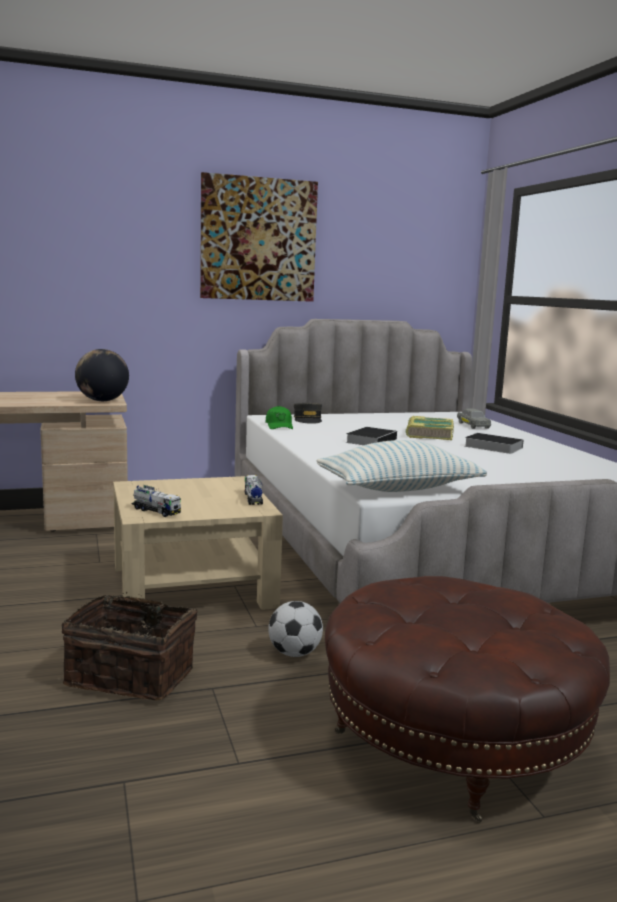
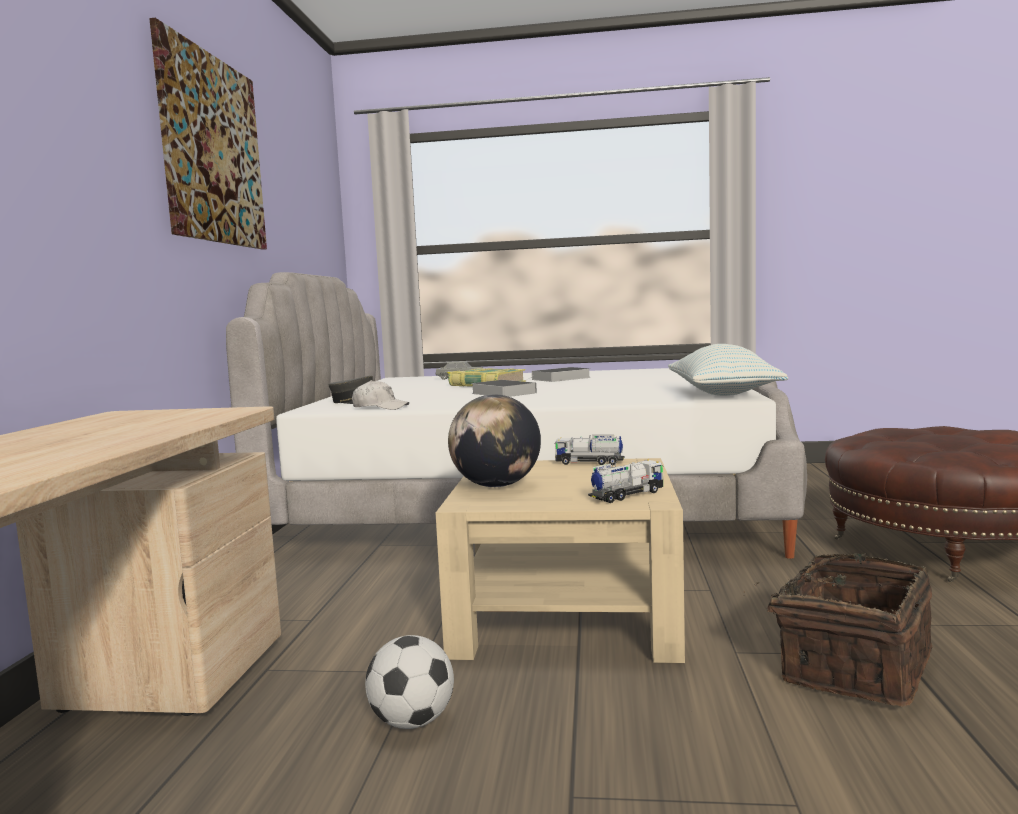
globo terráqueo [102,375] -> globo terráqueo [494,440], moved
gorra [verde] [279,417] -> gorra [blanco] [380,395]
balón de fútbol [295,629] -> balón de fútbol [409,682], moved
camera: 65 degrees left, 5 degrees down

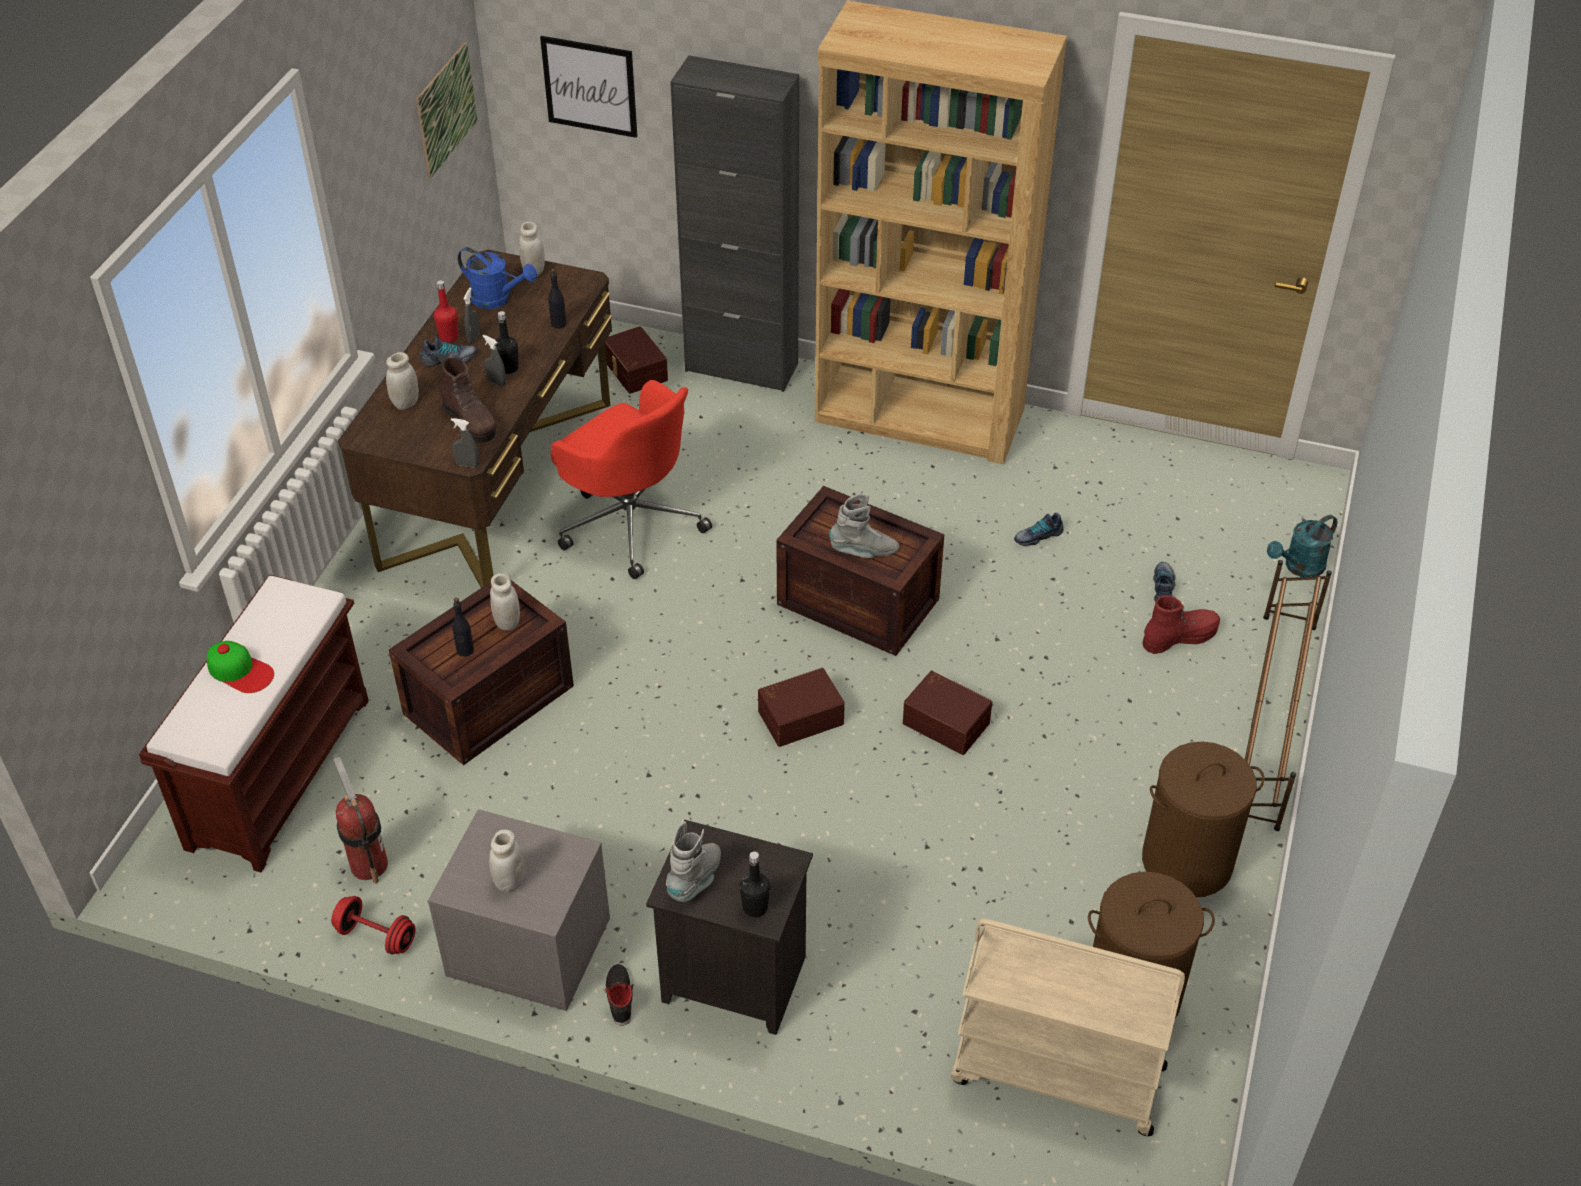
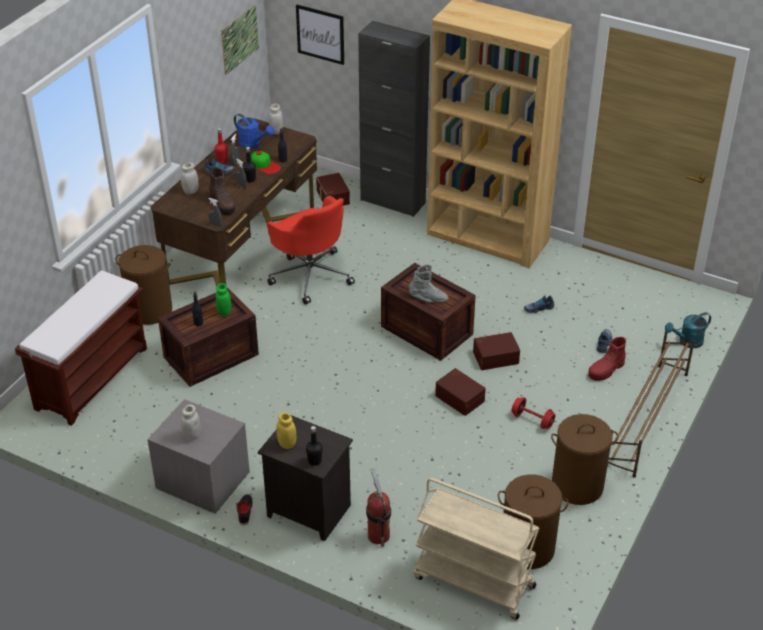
tarro [blanco] [505,602] -> tarro [verde] [223,299]
bota [rojo] [1181,625] -> bota [rojo] [607,359], 150 degrees clockwise
gorra [240,667] -> gorra [266,162], moved
caja de almacenaje [marrón] [801,707] -> caja de almacenaje [marrón] [496,351], moved
extintor [360,820] -> extintor [378,507], moved
bota [gris] [693,861] -> tarro [amarillo] [286,430]
mancuerna [rojo] [373,925] -> mancuerna [rojo] [533,413], moved
none -> cesto de la ropa [marrón] [143,285]
camera: 10 degrees right, 5 degrees down

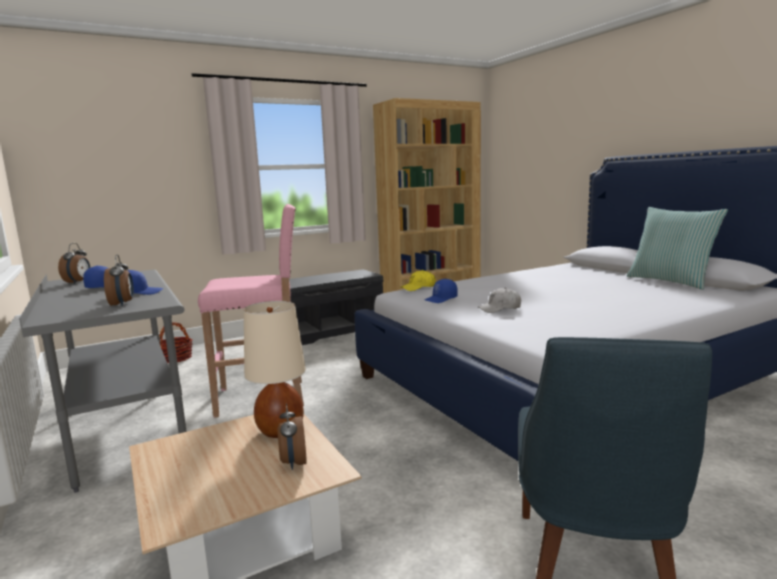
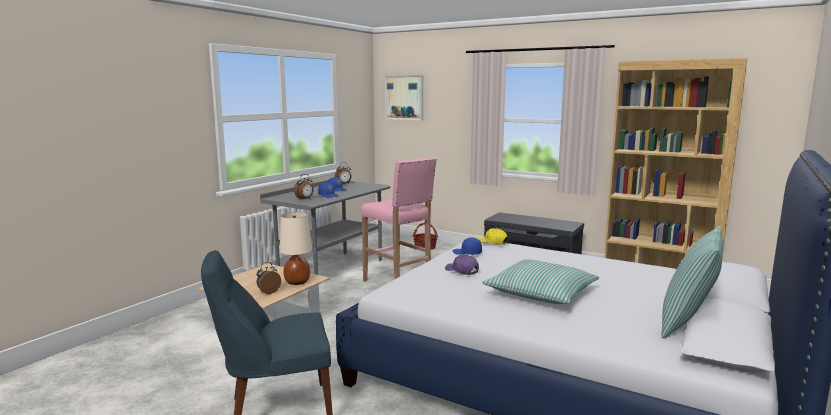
gorra [blanco] [499,300] -> gorra [morado] [462,265]
none -> cuadro [404,97]
none -> cojín [540,281]
camera: 60 degrees right, 0 degrees up

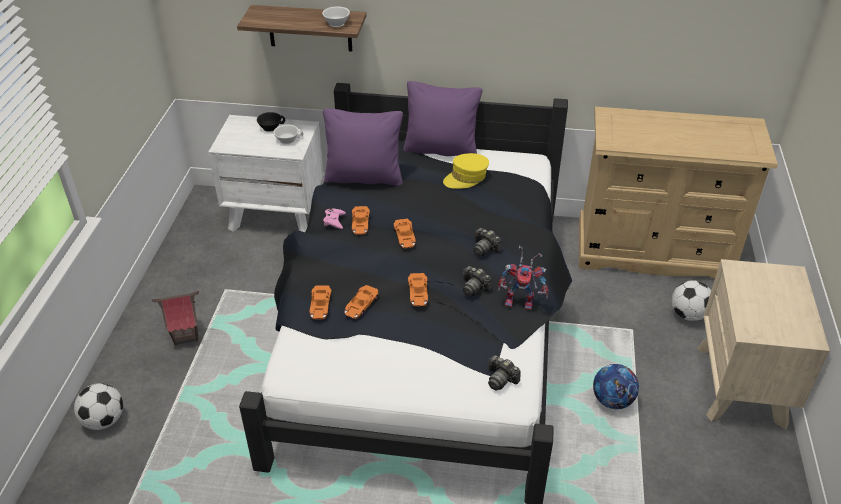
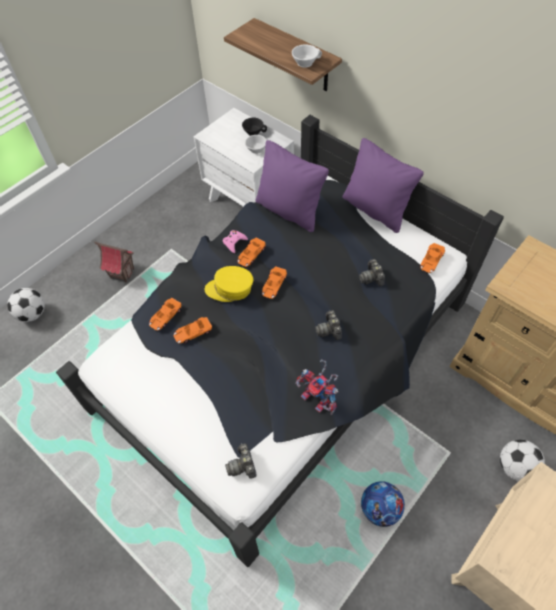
gorra [amarillo] [466,171] -> gorra [amarillo] [229,284], moved
cámara [477,281] -> cámara [372,272], moved
coche de juguete [naranja] [418,289] -> coche de juguete [naranja] [433,258], moved
camera: 35 degrees right, 15 degrees up

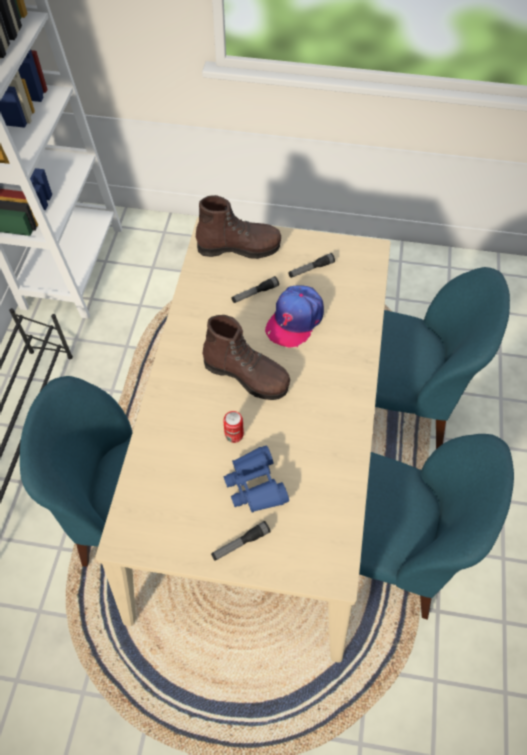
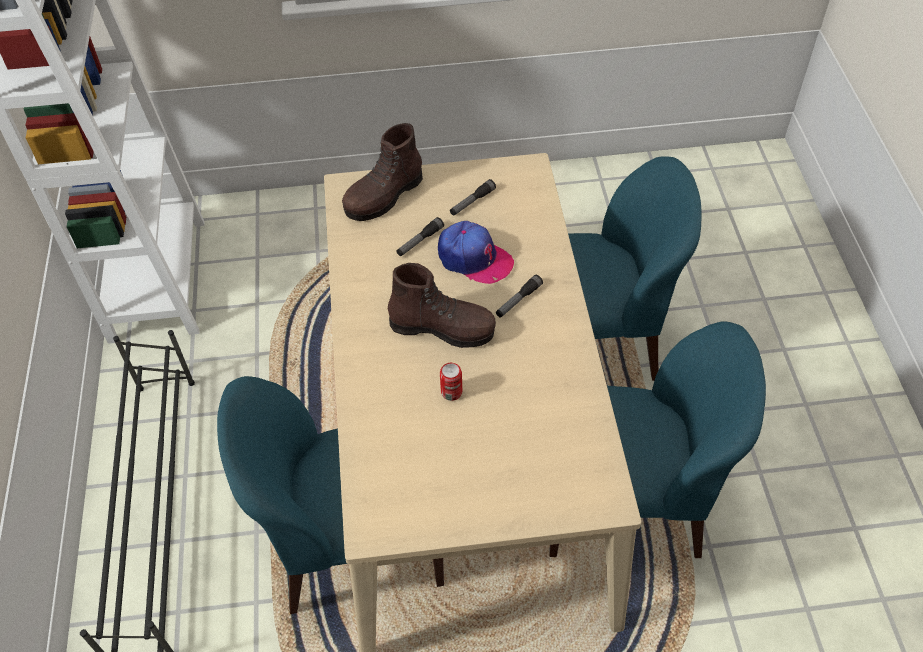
bota [marrón] [238,227] -> bota [marrón] [382,172], 150 degrees clockwise
gorra [294,316] -> gorra [476,252], 75 degrees counterclockwise
prismáticos [azul] [256,479] -> none
linterna [241,541] -> linterna [519,296], moved
camera: 15 degrees left, 5 degrees down

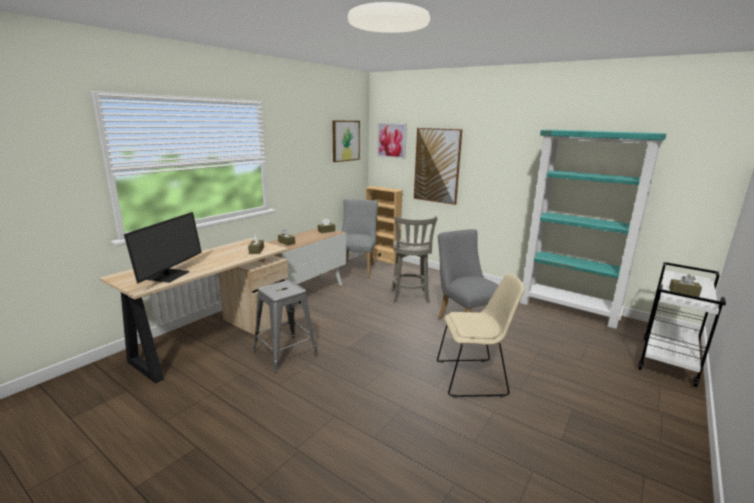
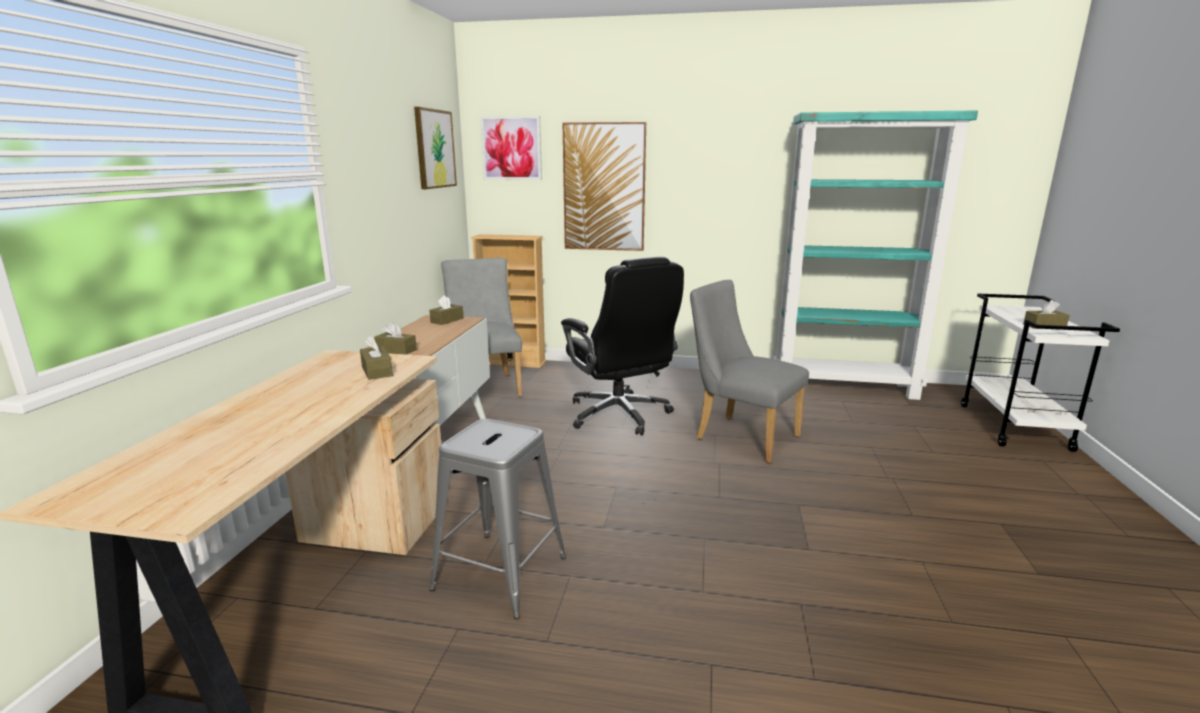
monitor [163,248] -> none
taburete [gris] [414,259] -> silla de oficina [negro] [622,346]
silla [beis] [480,335] -> none
camera: 25 degrees left, 0 degrees up

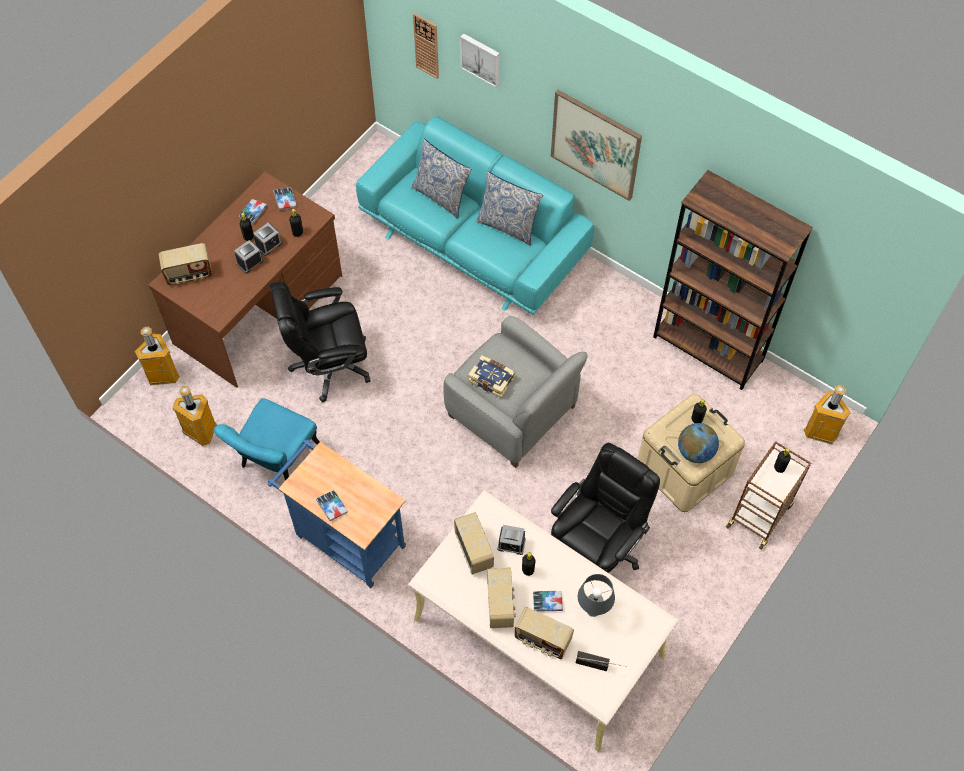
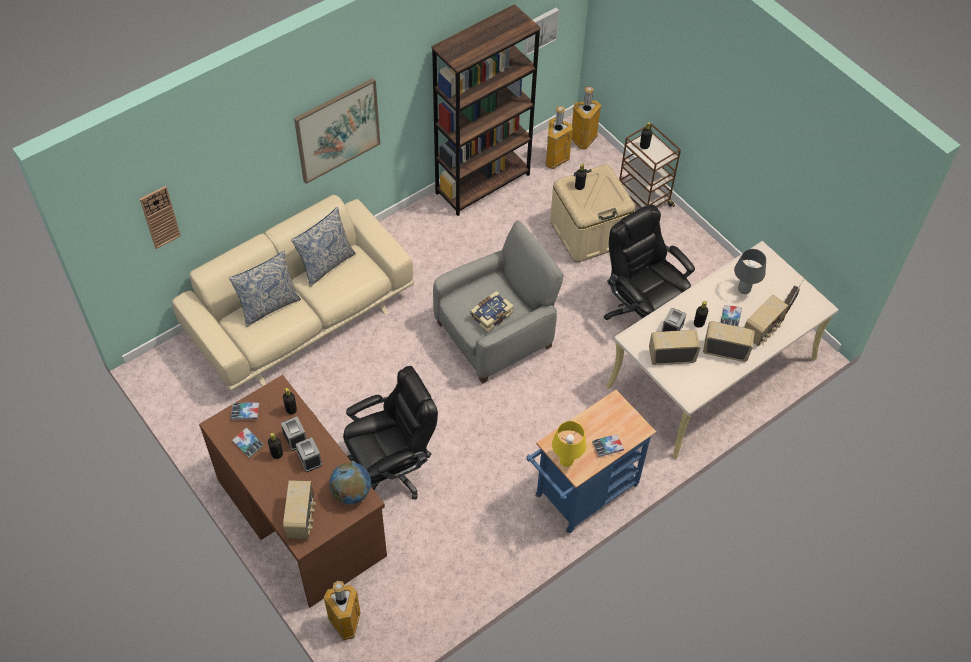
cuadro [480,60] -> cuadro [541,32], moved
sofá [turquesa] [475,215] -> sofá [beis] [293,293]
silla de oficina [negro] [320,342] -> silla de oficina [negro] [390,433], 120 degrees counterclockwise
papelera [194,416] -> papelera [559,137], moved
silla [turquesa] [267,439] -> none
globo terráqueo [698,443] -> globo terráqueo [350,483], moved
none -> lámpara de mesa [amarillo] [569,444]
camera: 75 degrees left, 5 degrees down

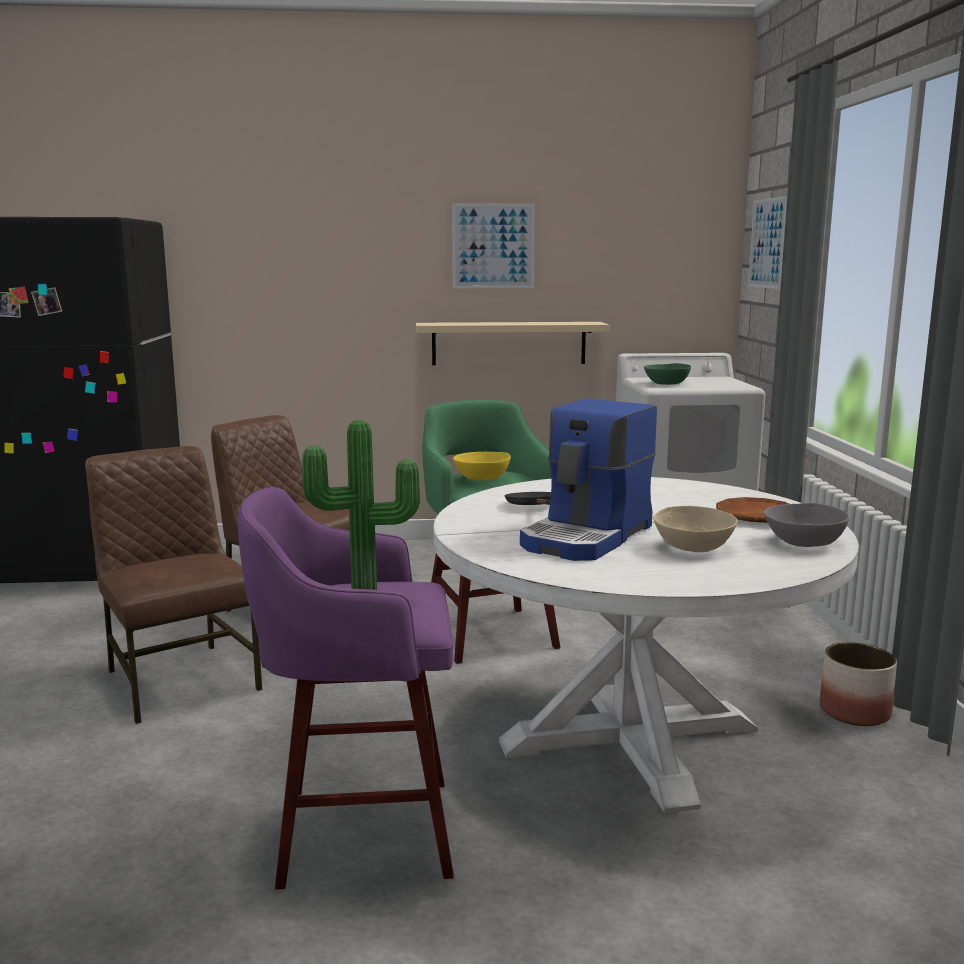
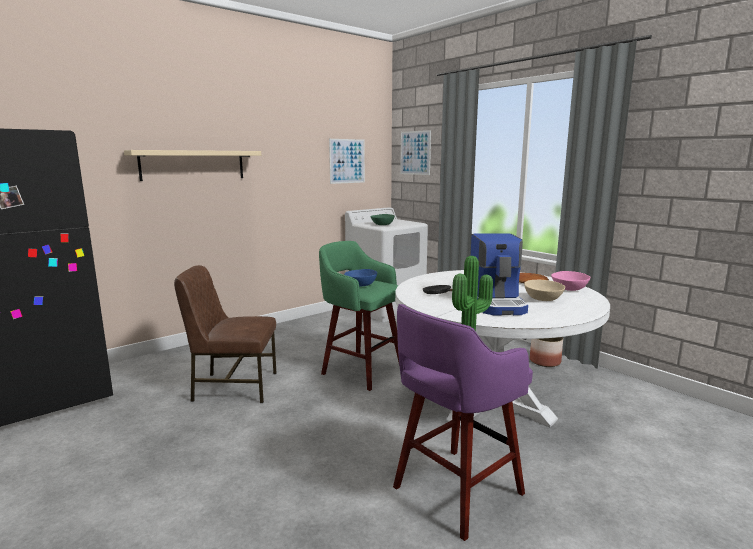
cuadro [493,245] -> cuadro [347,161], moved
estante [beis] [512,343] -> estante [beis] [192,165], moved
silla [marrón] [173,585] -> none
cuenco [amarillo] [482,466] -> cuenco [azul] [360,277]
cuenco [gris] [806,525] -> cuenco [rosa] [570,281]
camera: 35 degrees left, 0 degrees up

